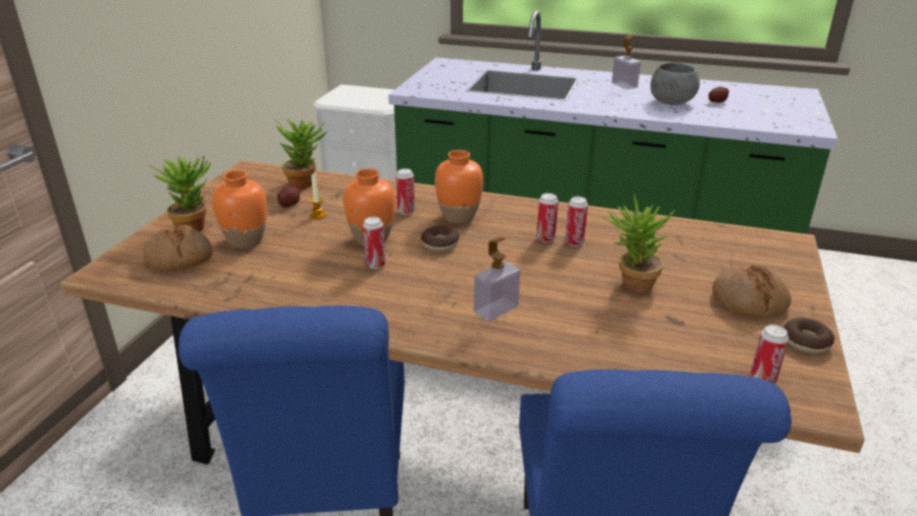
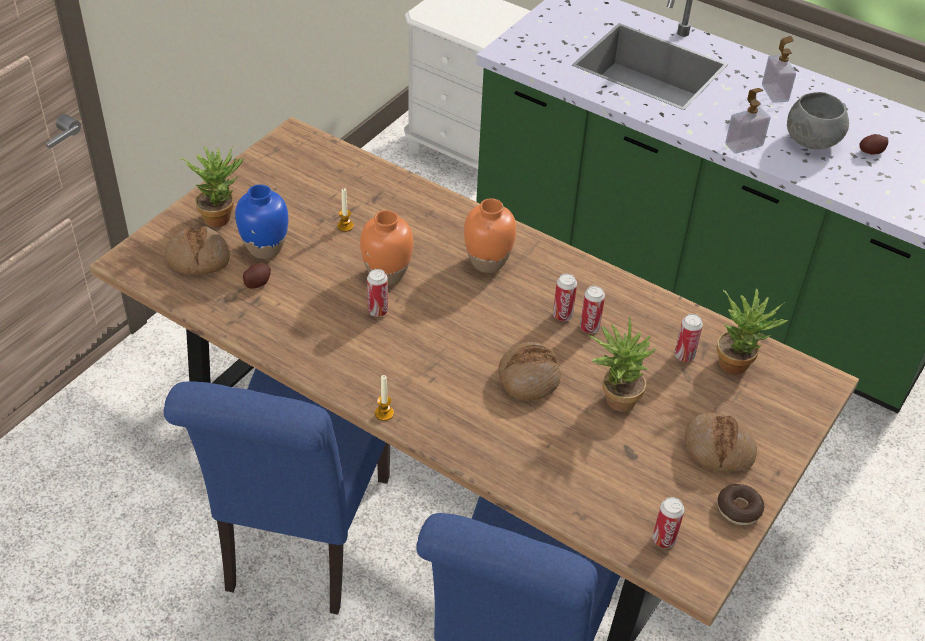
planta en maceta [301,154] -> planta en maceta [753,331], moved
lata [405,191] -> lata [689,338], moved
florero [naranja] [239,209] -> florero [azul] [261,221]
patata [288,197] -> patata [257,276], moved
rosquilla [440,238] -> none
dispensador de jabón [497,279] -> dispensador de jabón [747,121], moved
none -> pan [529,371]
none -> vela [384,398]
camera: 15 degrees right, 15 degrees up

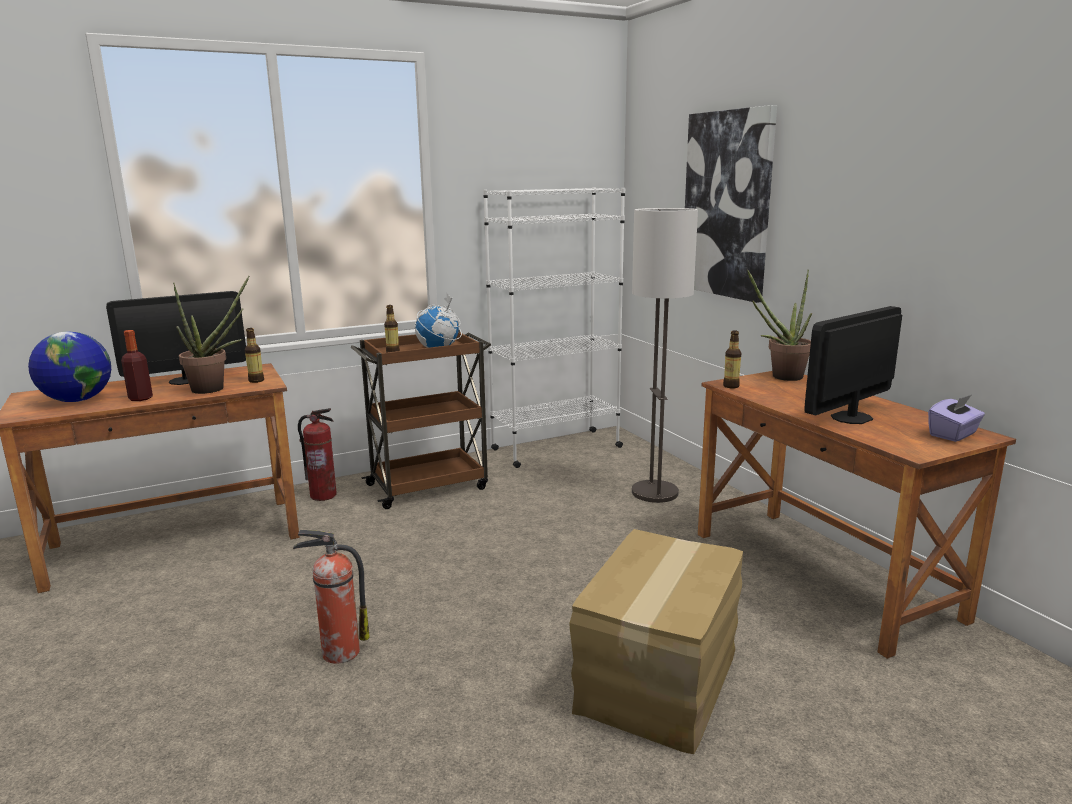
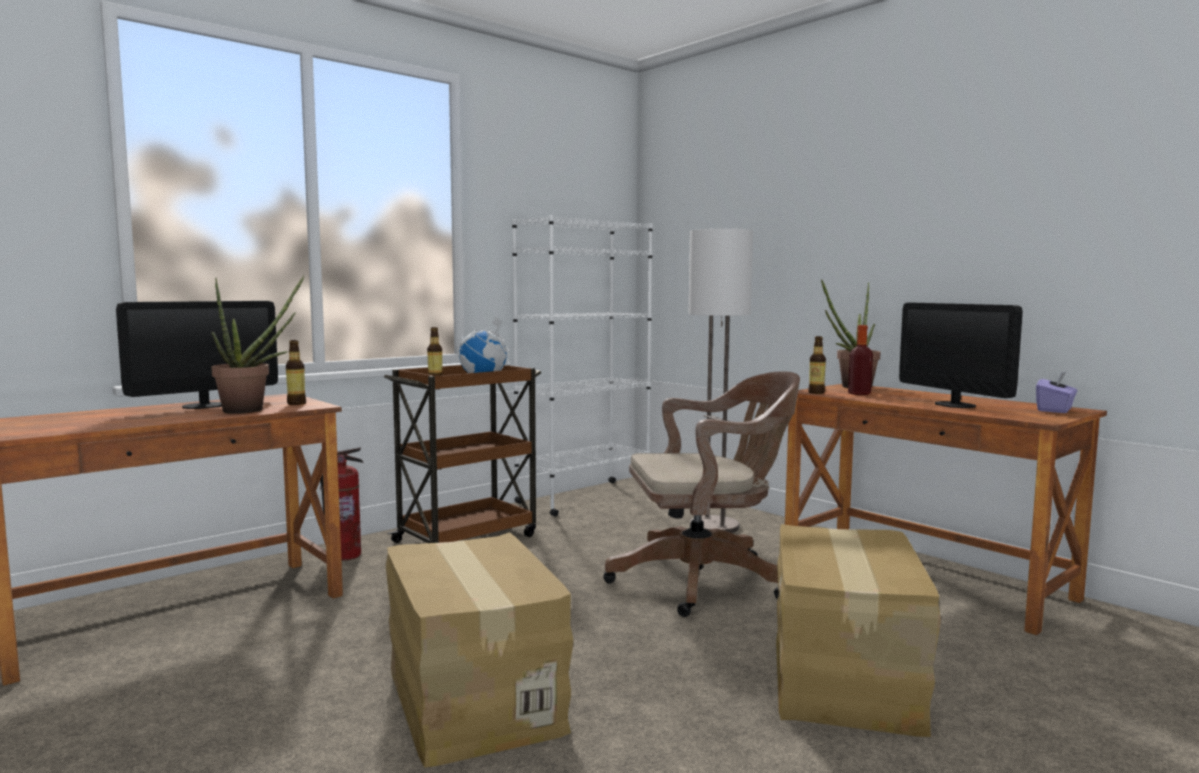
cuadro [731,204] -> none
monitor [853,365] -> monitor [961,355], 60 degrees counterclockwise
botella [137,365] -> botella [860,360], moved
globo terráqueo [69,367] -> none
extintor [331,597] -> caja de cartón [479,650]
none -> silla de oficina [marrón] [701,494]
camera: 15 degrees left, 10 degrees down

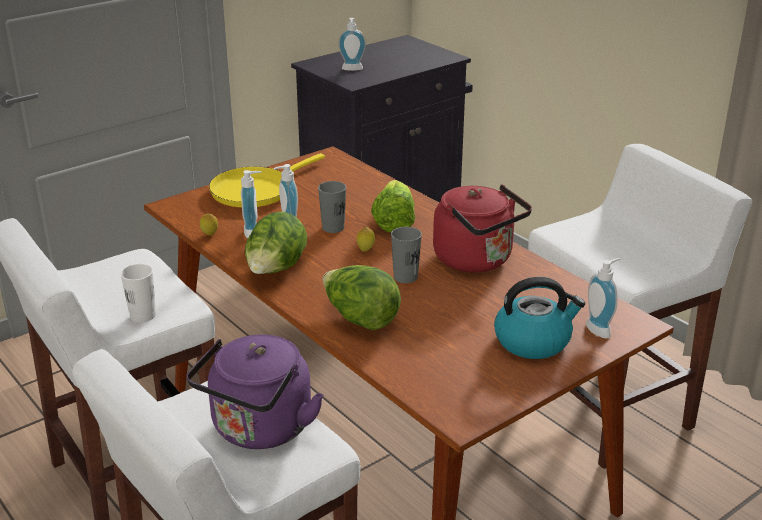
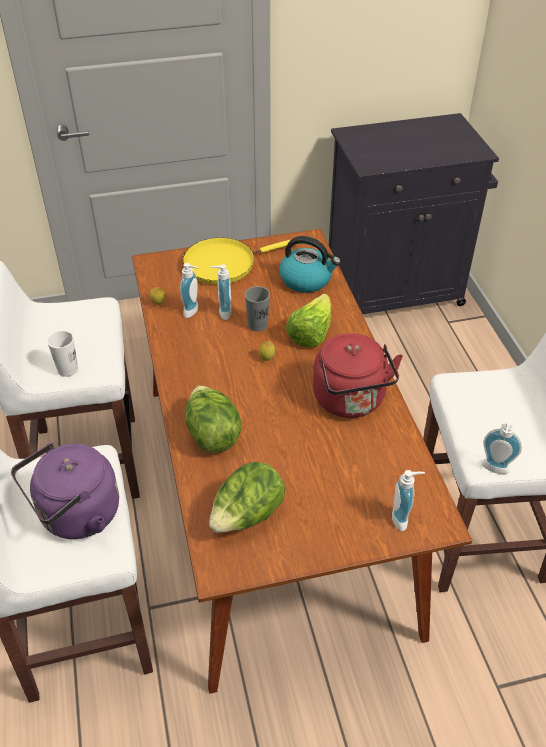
dispensador de jabón [352,44] -> dispensador de jabón [502,447], moved
lechuga [276,242] -> lechuga [247,497], moved
taza [gris] [406,255] -> none
hervidor [539,318] -> hervidor [310,264], moved
camera: 25 degrees right, 15 degrees up

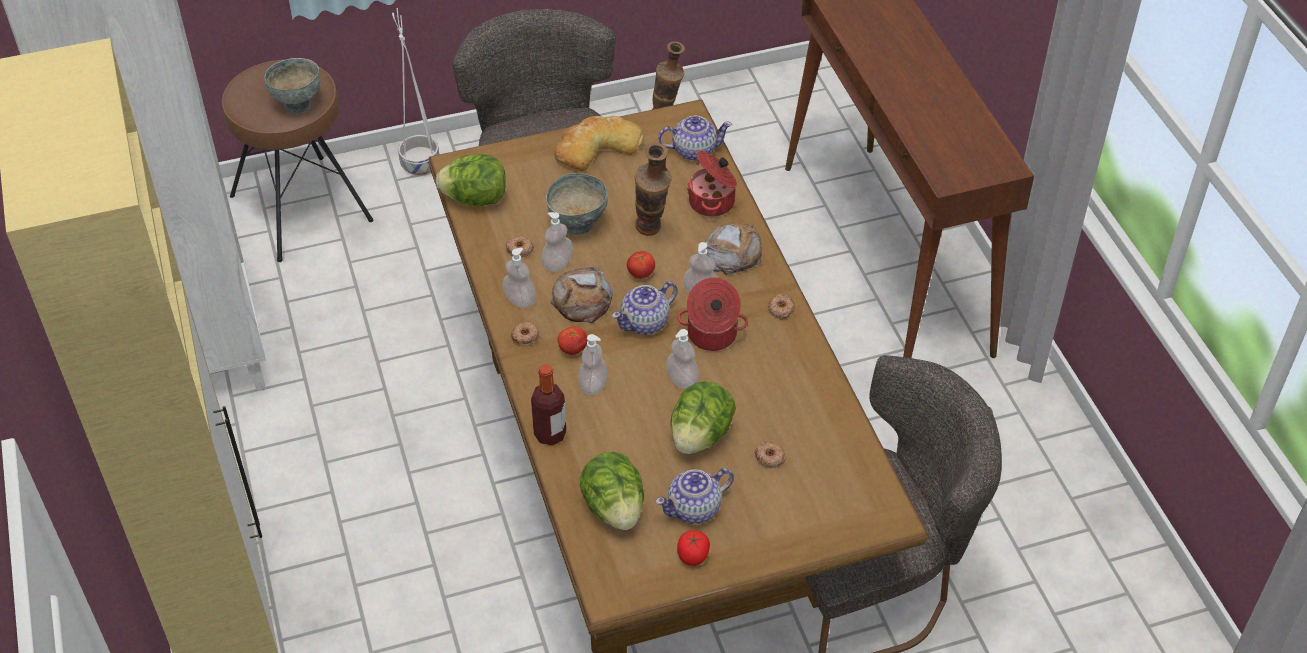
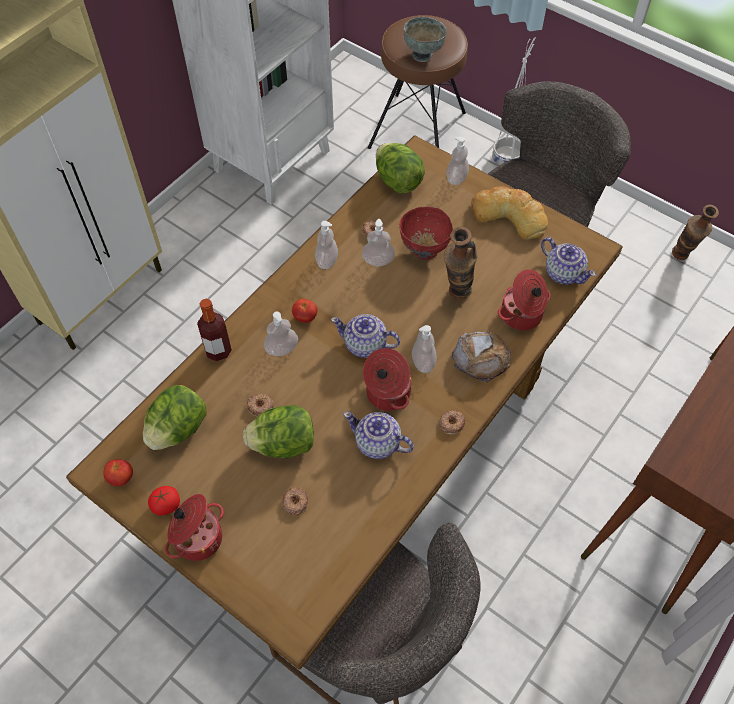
cuenco [gris] [577,204] -> cuenco [rojo] [426,233]
tomate [641,265] -> tomate [118,472], moved
pan [581,294] -> none
rosquilla [525,334] -> rosquilla [260,405], moved
dispensador de jabón [682,359] -> dispensador de jabón [457,161], moved
tetera [694,496] -> tetera [378,435], moved
none -> olla [194,527]
camera: 55 degrees right, 10 degrees up

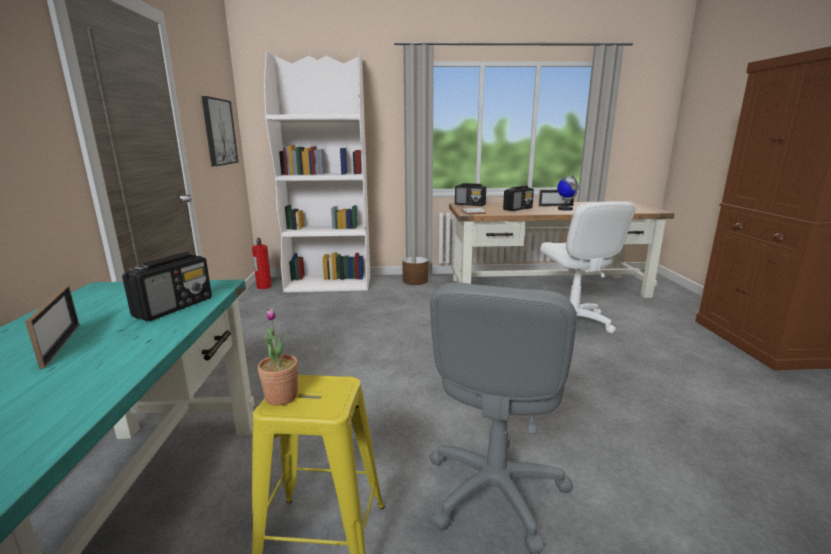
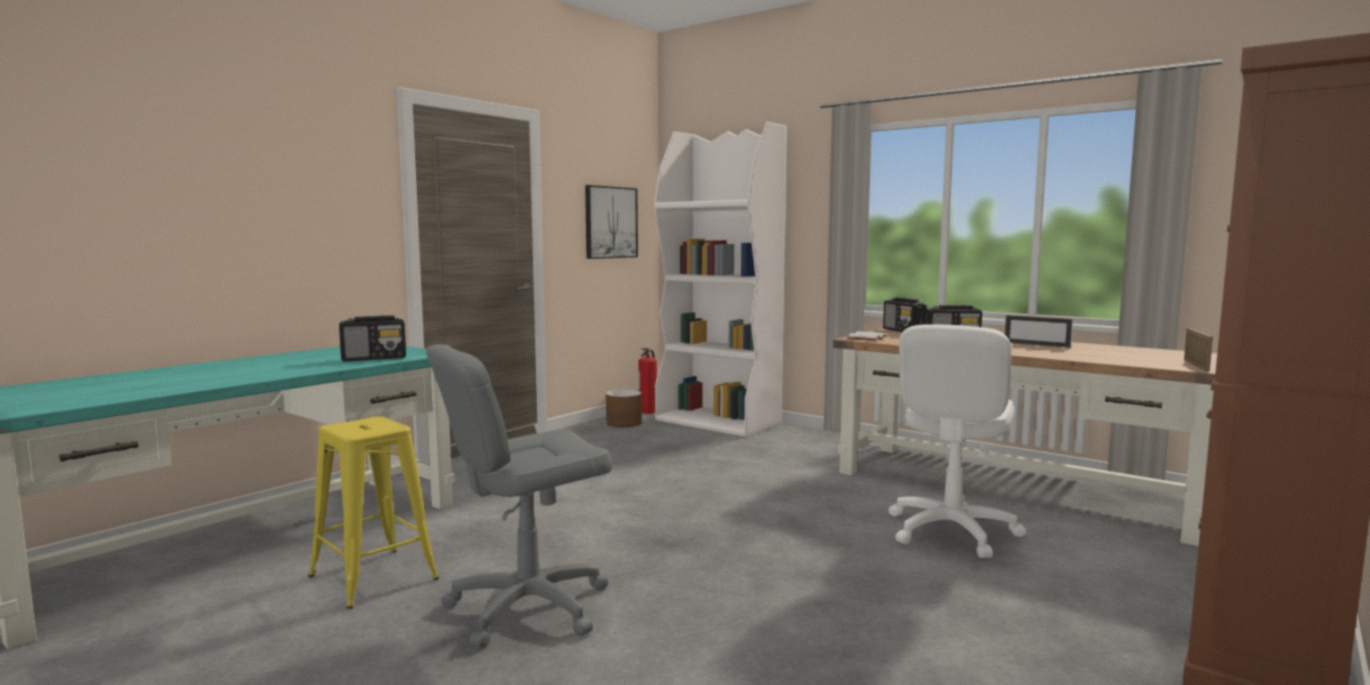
globo terráqueo [568,193] -> none
maceta [marrón] [415,271] -> maceta [marrón] [624,408], moved
portarretratos [52,327] -> portarretratos [1198,350], moved
planta en maceta [278,357] -> none
camera: 40 degrees right, 10 degrees down

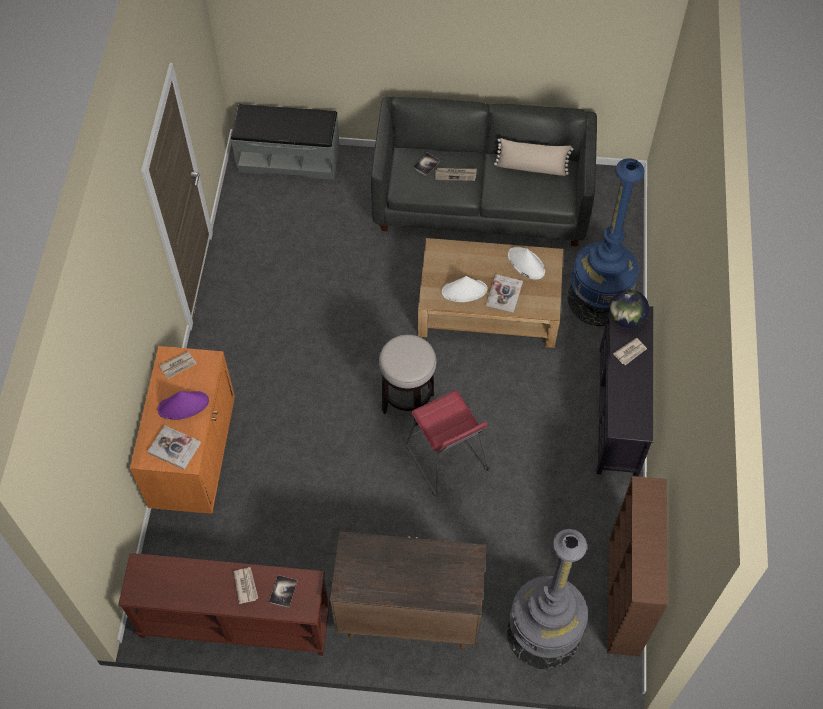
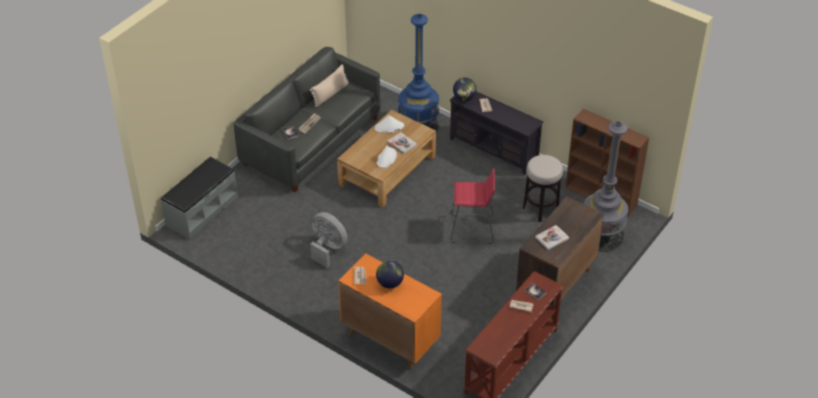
taburete [407,380] -> taburete [543,188], moved
sombrero [morado] [183,405] -> globo terráqueo [390,275]
libro [174,447] -> libro [552,237], moved
none -> ventilador [gris] [329,240]
camera: 60 degrees left, 15 degrees down

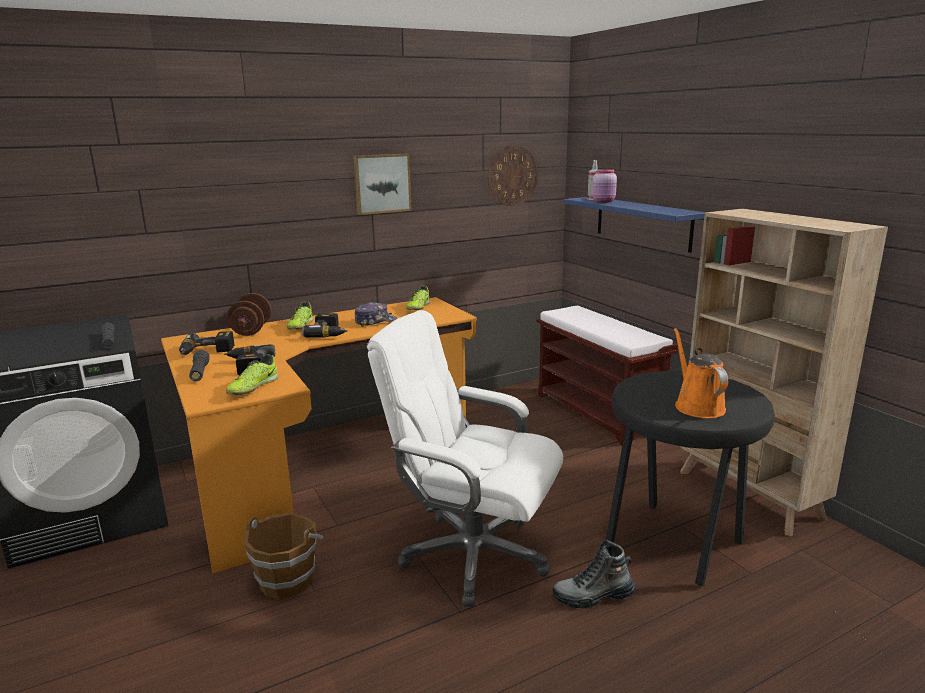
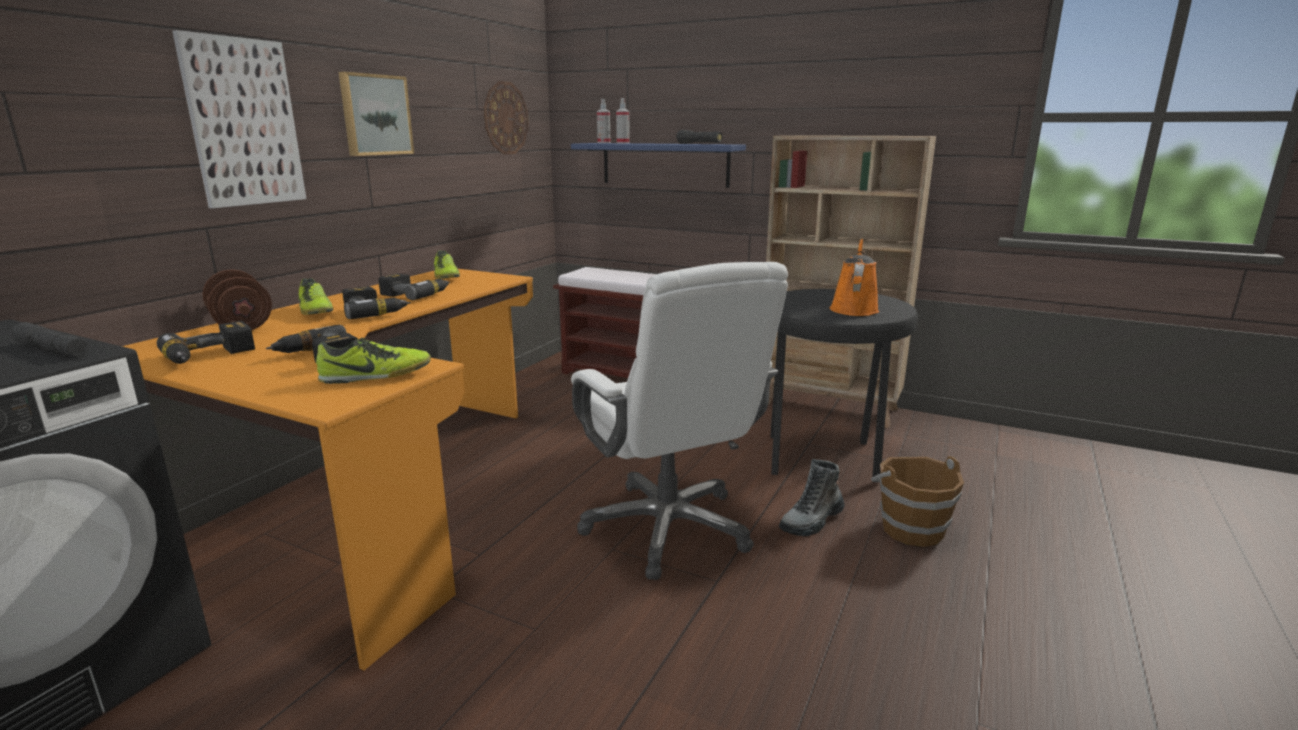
tarro [rosa] [604,186] -> pulverizador [623,121]
gorra [376,314] -> taladro [414,287]
silla de oficina [blanco] [465,458] -> silla de oficina [blanco] [679,421], 105 degrees counterclockwise
regadera [naranja] [701,373] -> regadera [naranja] [854,277], 60 degrees clockwise
linterna [negro] [199,365] -> linterna [negro] [699,137], moved
zapato [252,374] -> zapato [373,361], 90 degrees counterclockwise
cubo [marrón] [283,556] -> cubo [marrón] [917,501], moved
none -> cuadro [239,119]
camera: 35 degrees left, 0 degrees up

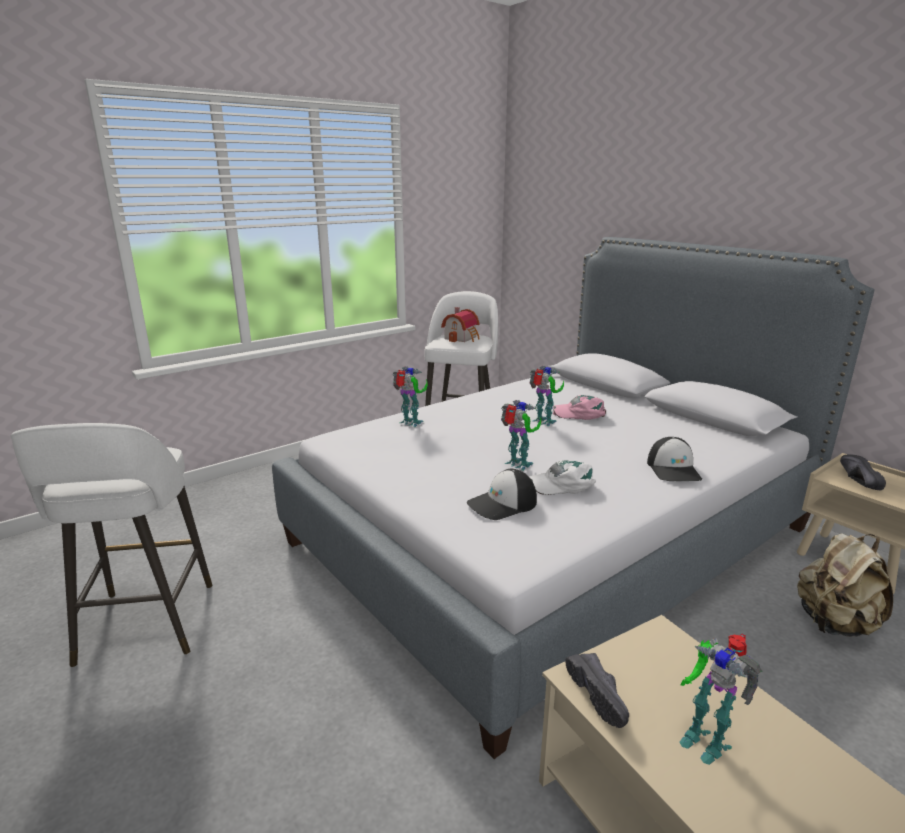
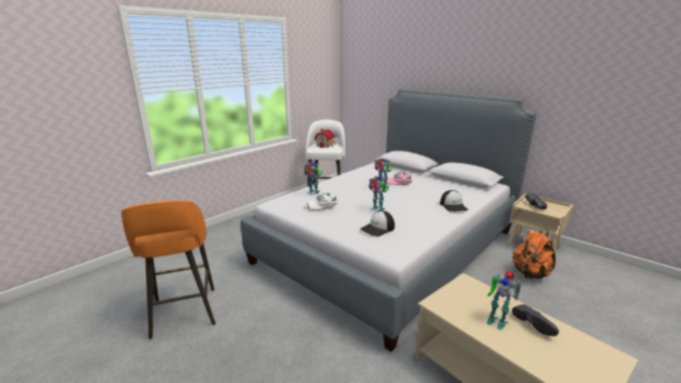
taburete [blanco] [111,545] -> taburete [naranja] [168,269]
gorra [blanco] [562,477] -> gorra [blanco] [322,201], moved
mochila [beis] [845,585] -> mochila [naranja] [534,254]
zapato [negro] [597,690] -> zapato [negro] [535,320], moved
camera: 10 degrees left, 0 degrees up

